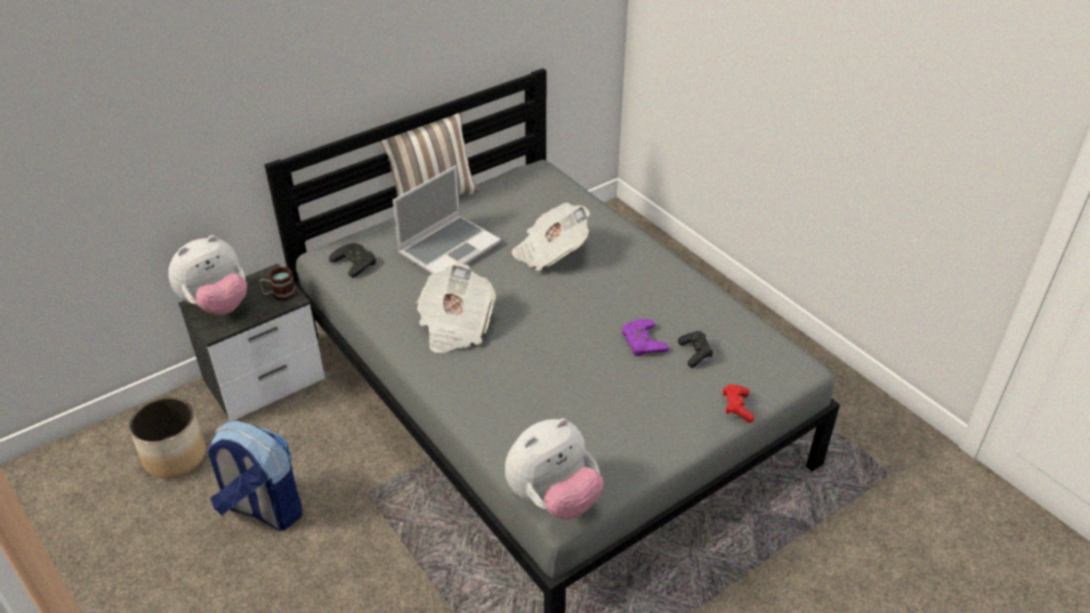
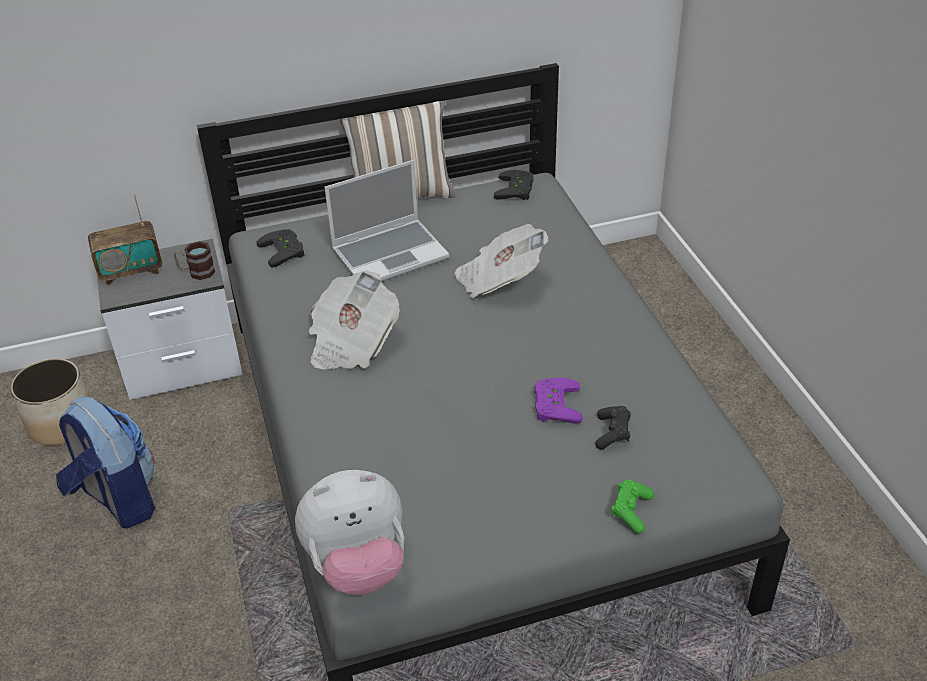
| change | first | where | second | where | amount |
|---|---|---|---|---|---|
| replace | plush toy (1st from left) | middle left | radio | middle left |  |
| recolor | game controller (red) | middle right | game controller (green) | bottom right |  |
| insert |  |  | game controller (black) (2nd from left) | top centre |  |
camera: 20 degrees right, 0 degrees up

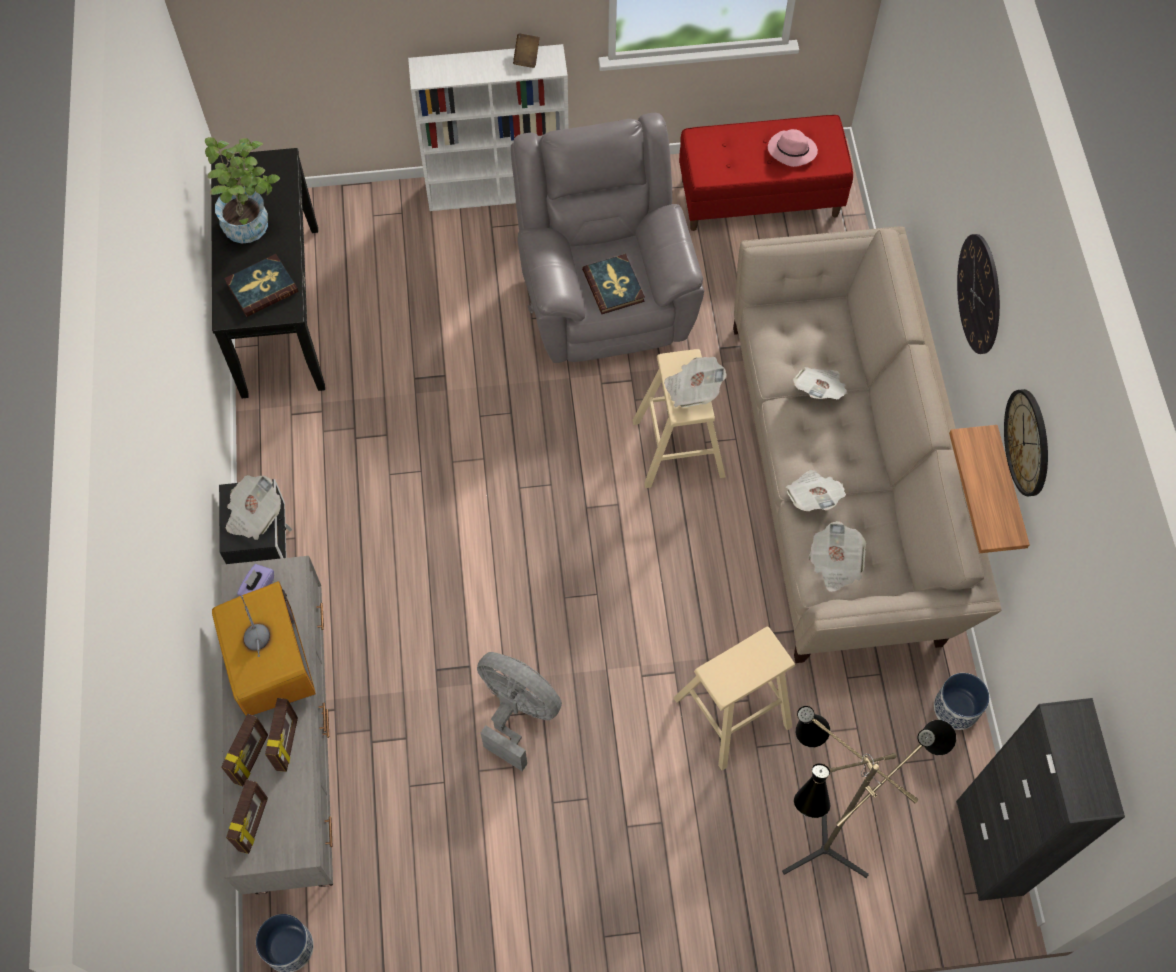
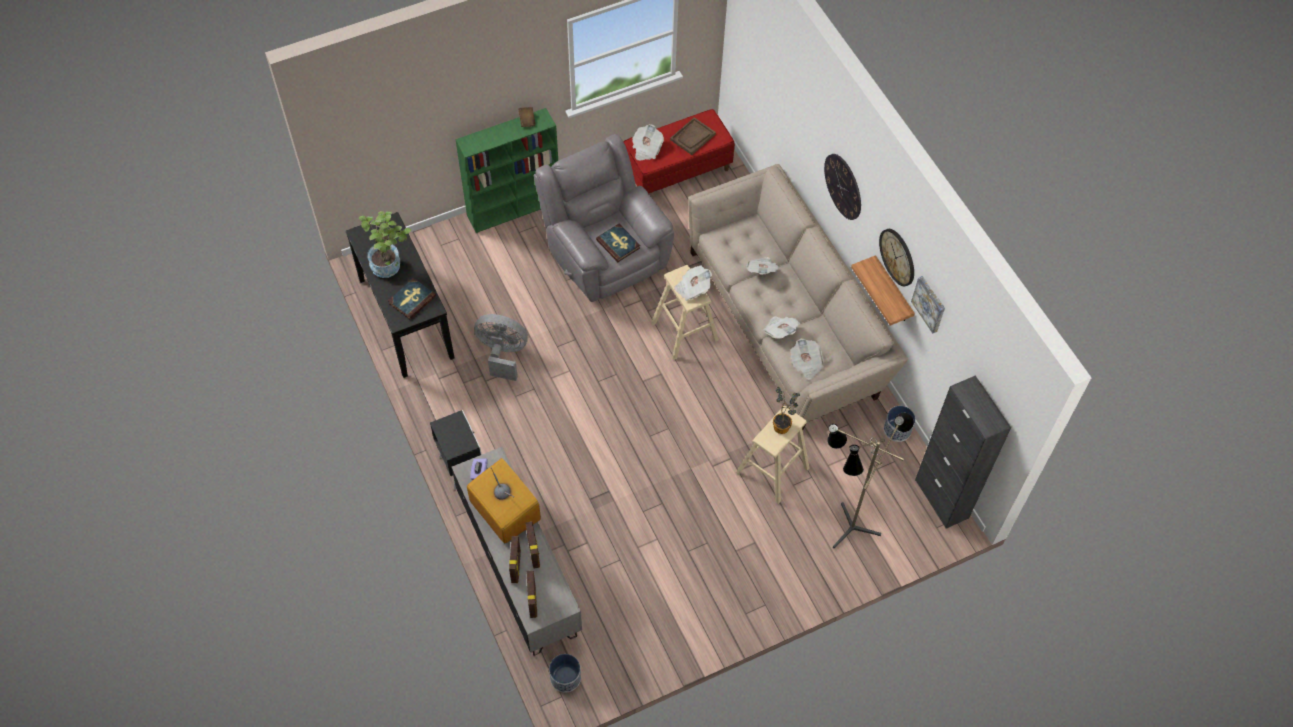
| change | first | where | second | where | amount |
|---|---|---|---|---|---|
| move | newspaper (1st from left) | middle left |  | top centre |  |
| recolor | bookcase (white) | top centre | bookcase (green) | top centre |  |
| move | fan (grey) | bottom centre |  | centre |  |
| replace | hat (pink) | top right | tray (brown) | top centre |  |
| insert |  |  | potted plant (2nd from left) | centre |  |
| insert |  |  | picture | middle right |  |
camera: 20 degrees left, 5 degrees down

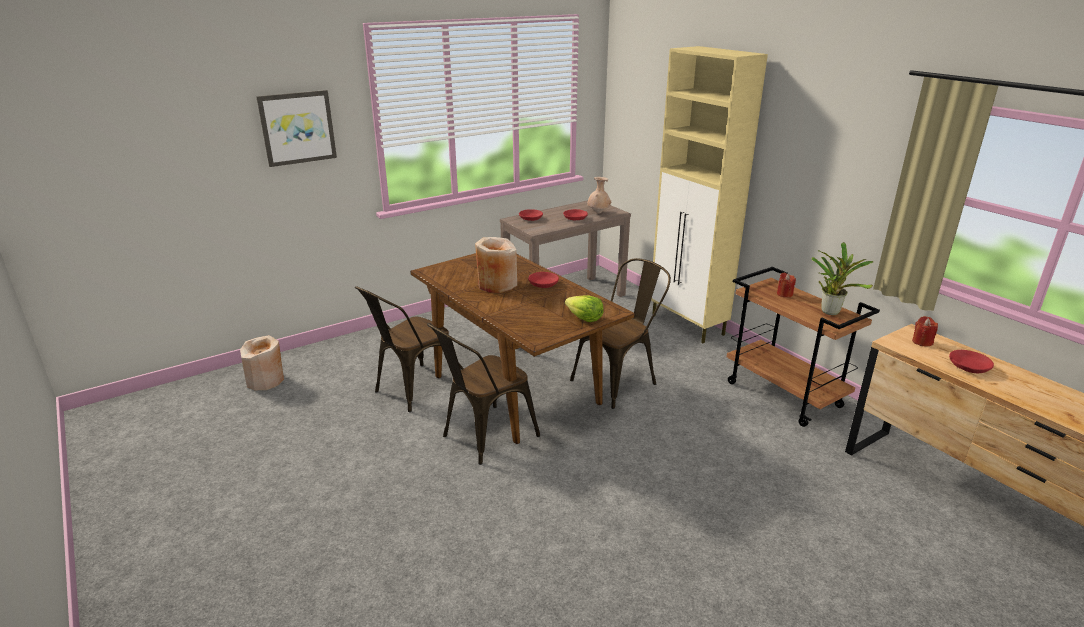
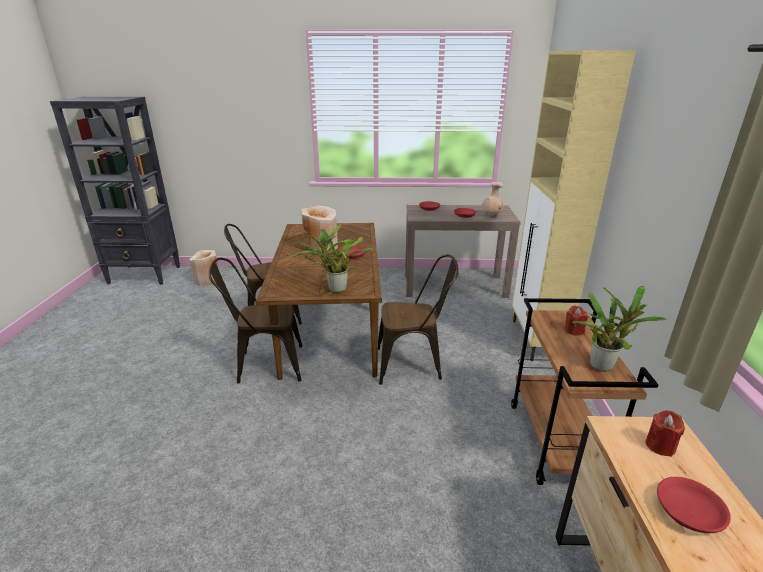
| change | first | where | second | where | amount |
|---|---|---|---|---|---|
| delete | picture | top left |  |  |  |
| replace | lettuce | centre | potted plant (1st from left) | centre |  |
| insert |  |  | bookcase (black) | middle left |  |
camera: 35 degrees right, 0 degrees up

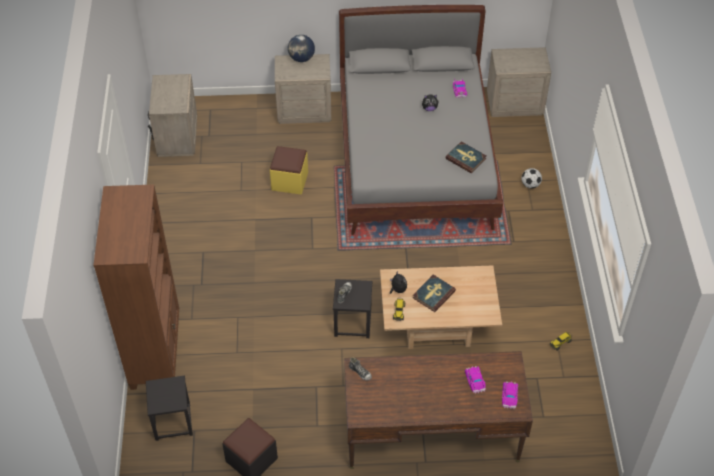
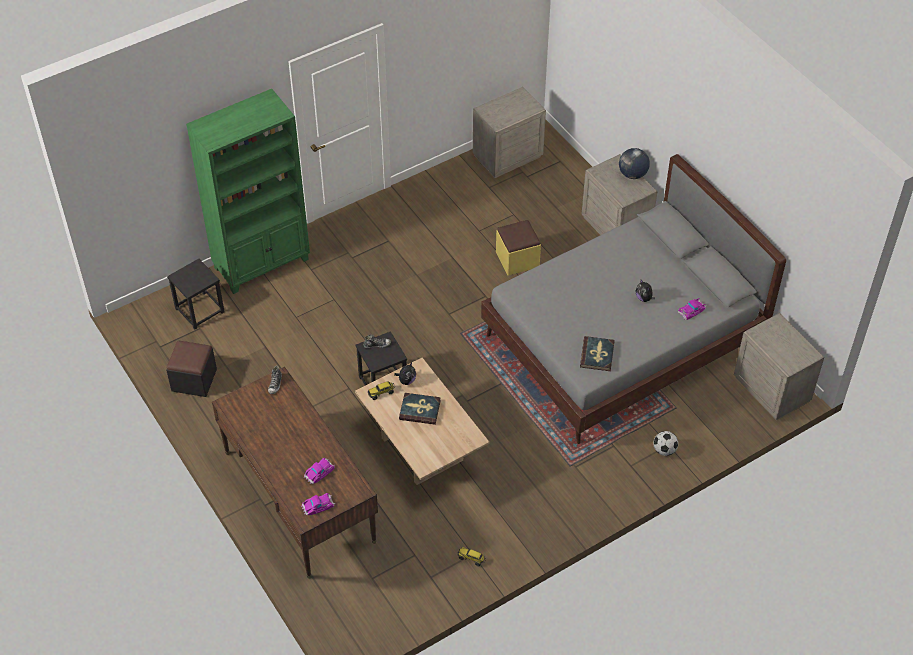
| change | first | where | second | where | amount |
|---|---|---|---|---|---|
| recolor | bookcase (brown) | middle left | bookcase (green) | top left |  |
camera: 60 degrees right, 0 degrees up

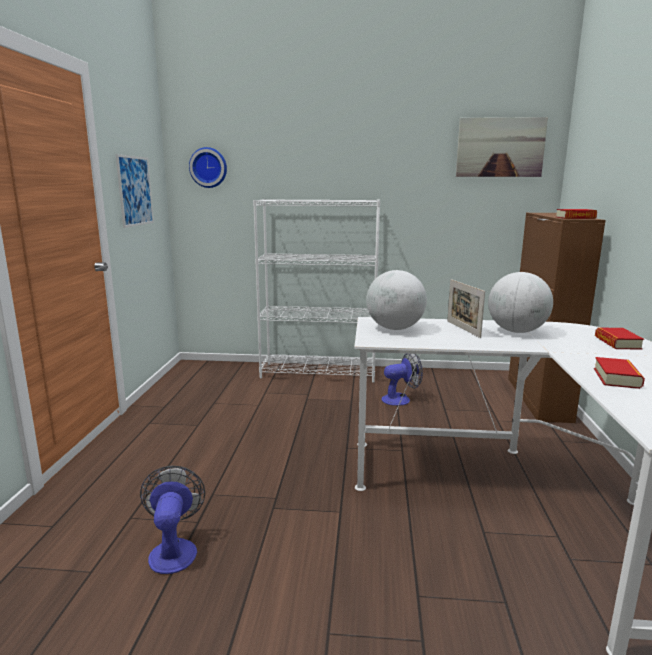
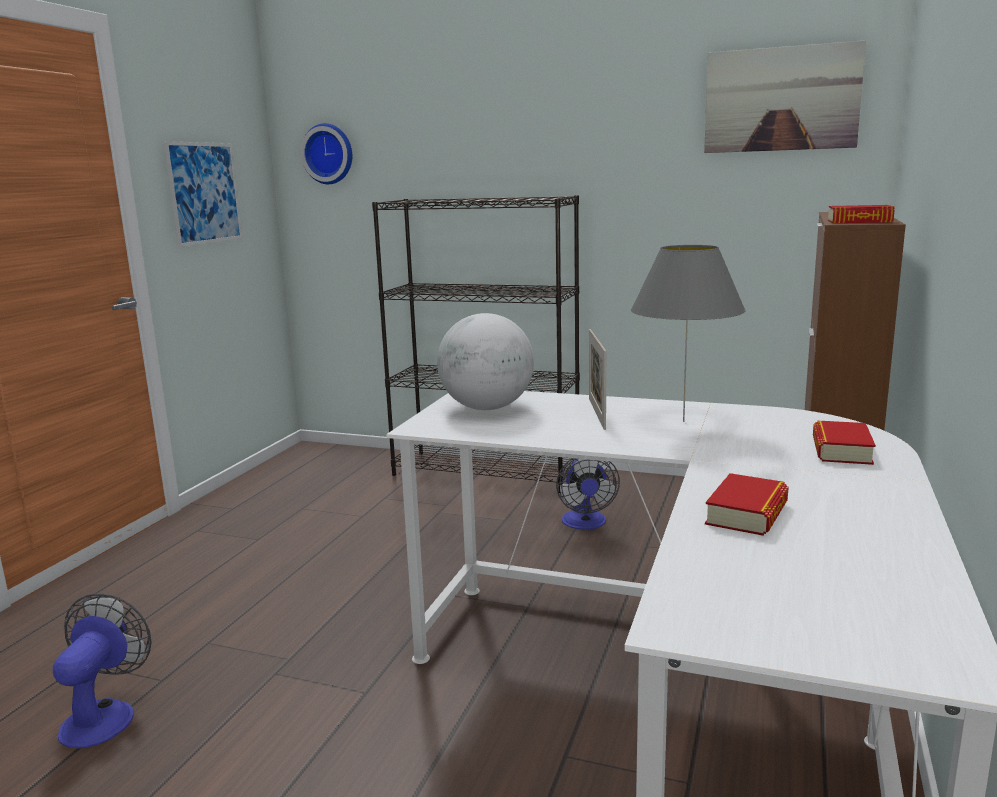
| change | first | where | second | where | amount |
|---|---|---|---|---|---|
| recolor | bookcase (white) | centre | bookcase (black) | centre |  |
| rotate | fan (2nd from left) | centre |  | centre | 90 degrees clockwise |
| replace | globe (2nd from left) | middle right | table lamp (grey) | middle right |  |
camera: 15 degrees right, 0 degrees up

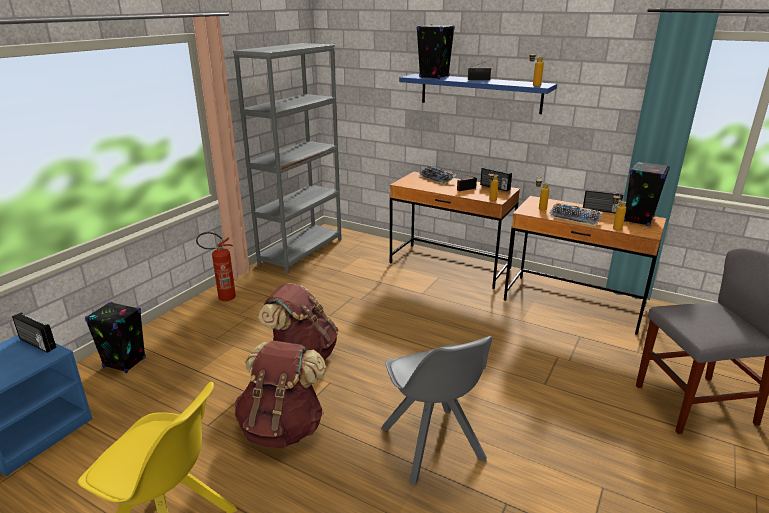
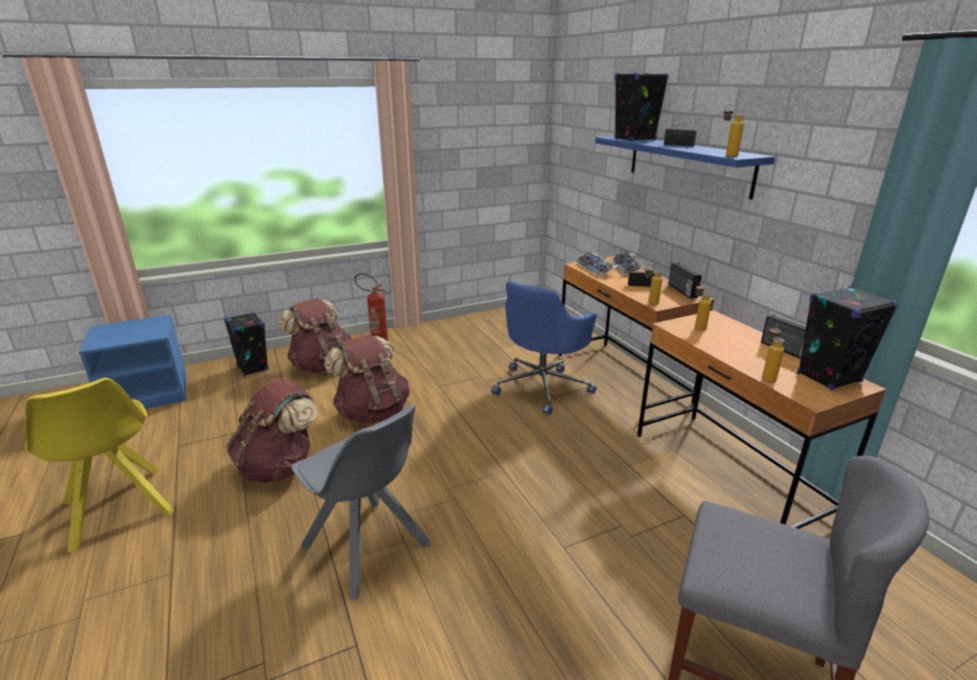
| change | first | where | second | where | amount |
|---|---|---|---|---|---|
| delete | radio (1st from left) | middle left |  |  |  |
| delete | bookcase (grey) | top centre |  |  |  |
| rotate | chair (grey) (1st from left) | bottom centre |  | bottom centre | 60 degrees counterclockwise |
| move | keyboard (2nd from left in the first image) | middle right | keyboard (1st from left) | centre |  |
| insert |  |  | backpack (brown) (2nd from left) | middle left |  |
| insert |  |  | office chair (blue) | centre |  |
camera: 35 degrees right, 0 degrees up

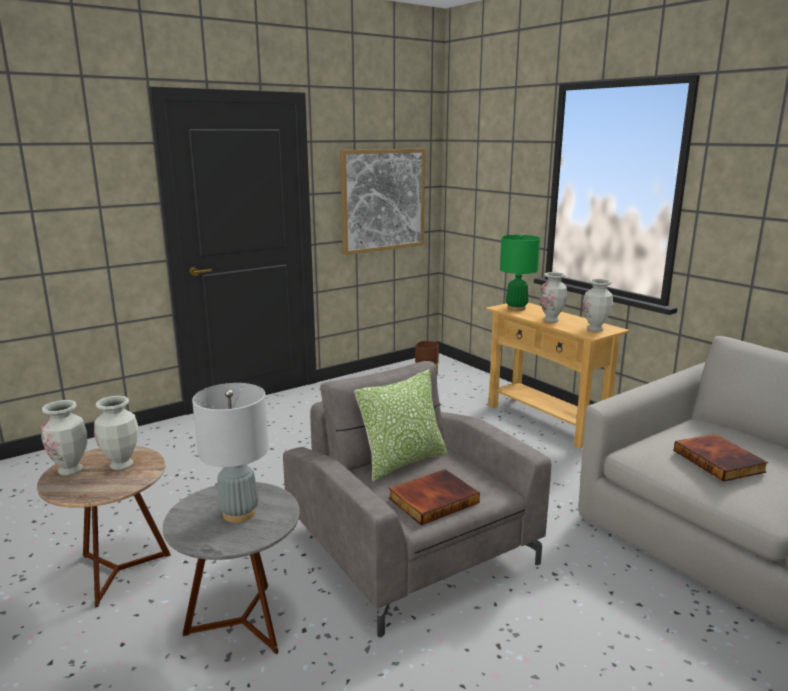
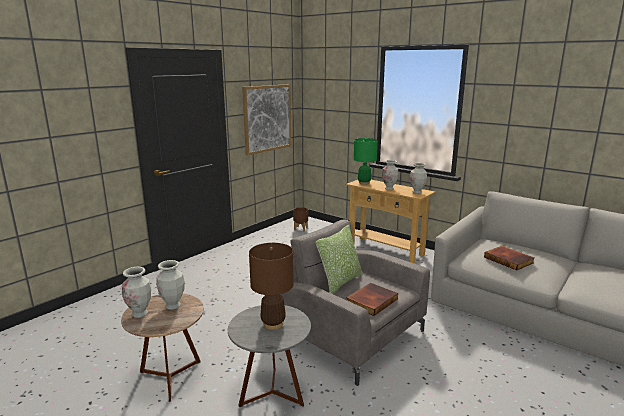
| change | first | where | second | where | amount |
|---|---|---|---|---|---|
| recolor | table lamp (grey) | middle left | table lamp (brown) | bottom centre |  |
camera: 15 degrees left, 0 degrees up

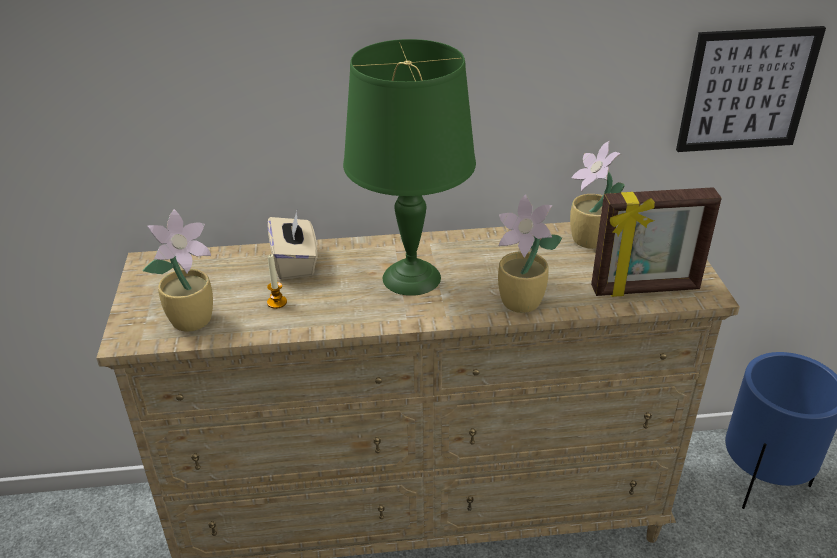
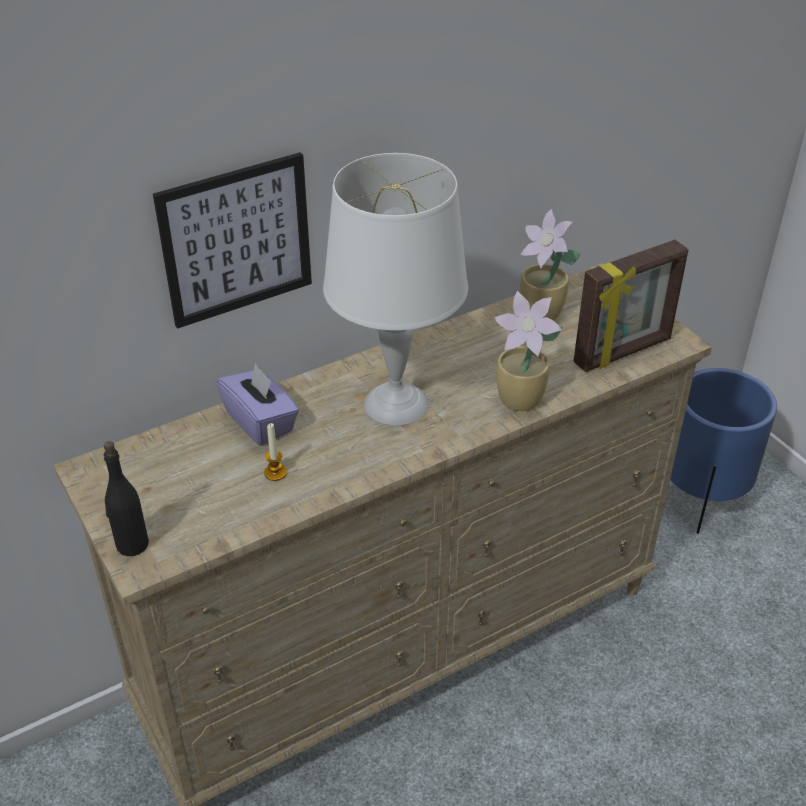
| change | first | where | second | where | amount |
|---|---|---|---|---|---|
| delete | potted plant (1st from left) | middle left |  |  |  |
| recolor | tissue box (beige) | centre | tissue box (purple) | middle left |  |
| recolor | table lamp (green) | top centre | table lamp (white) | centre |  |
| move | picture | top right |  | top left |  |
| insert |  |  | bottle (black) | middle left |  |
camera: 25 degrees left, 5 degrees up

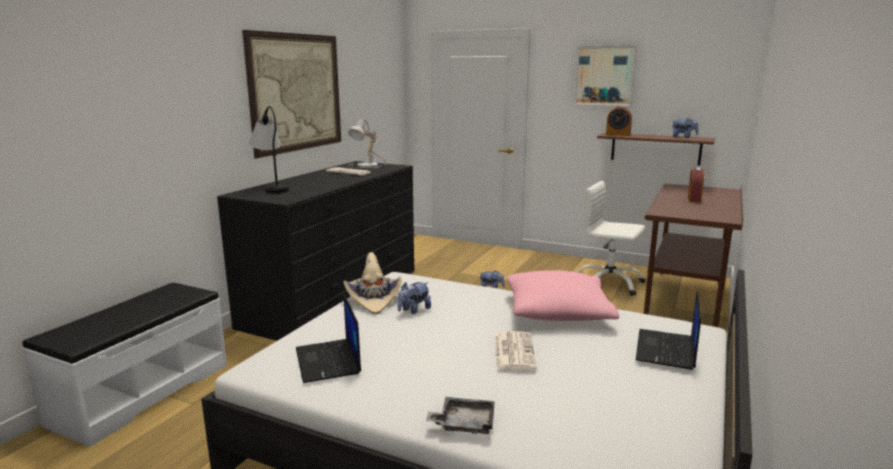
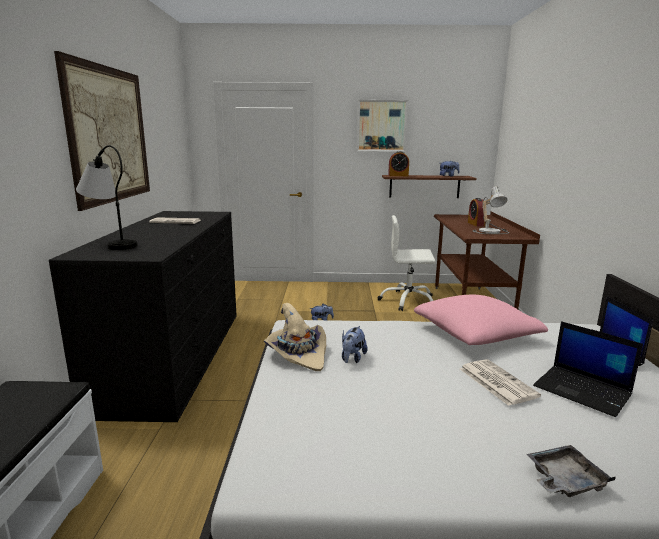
| change | first | where | second | where | amount |
|---|---|---|---|---|---|
| move | laptop (1st from left) | bottom centre |  | bottom right |  |
| move | table lamp (2nd from left) | top centre |  | middle right |  |
camera: 25 degrees left, 0 degrees up

